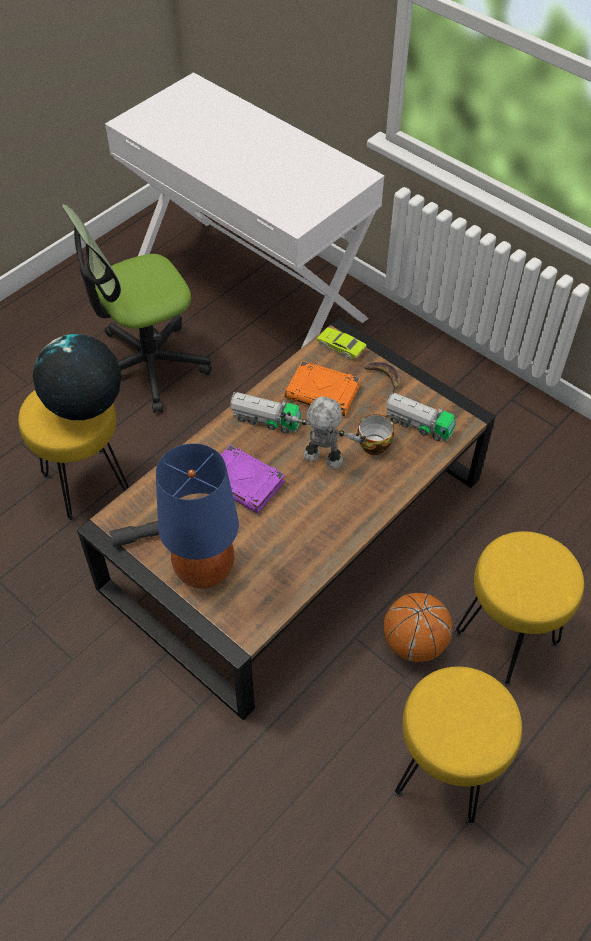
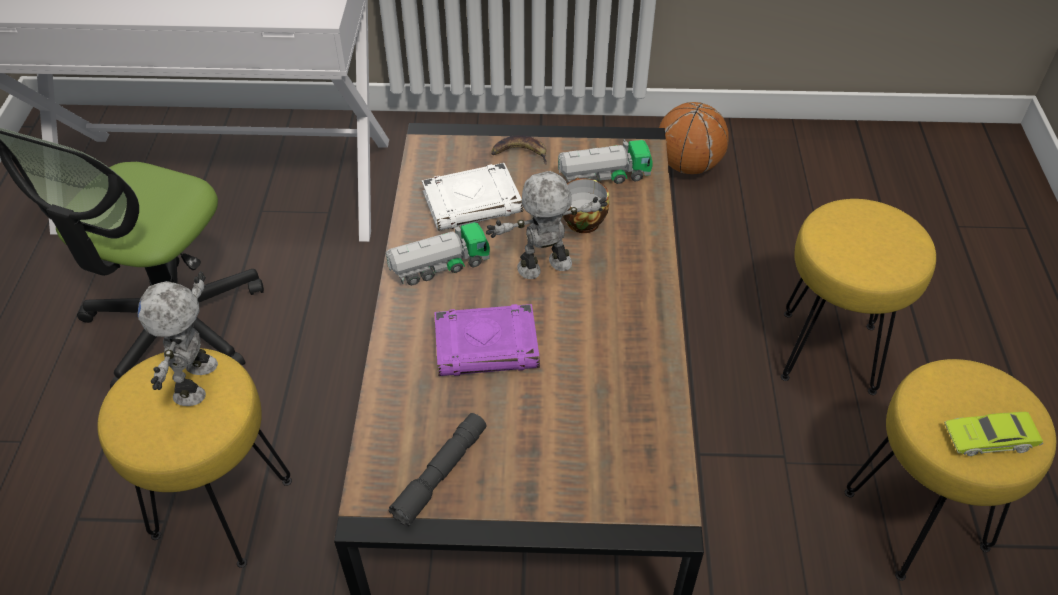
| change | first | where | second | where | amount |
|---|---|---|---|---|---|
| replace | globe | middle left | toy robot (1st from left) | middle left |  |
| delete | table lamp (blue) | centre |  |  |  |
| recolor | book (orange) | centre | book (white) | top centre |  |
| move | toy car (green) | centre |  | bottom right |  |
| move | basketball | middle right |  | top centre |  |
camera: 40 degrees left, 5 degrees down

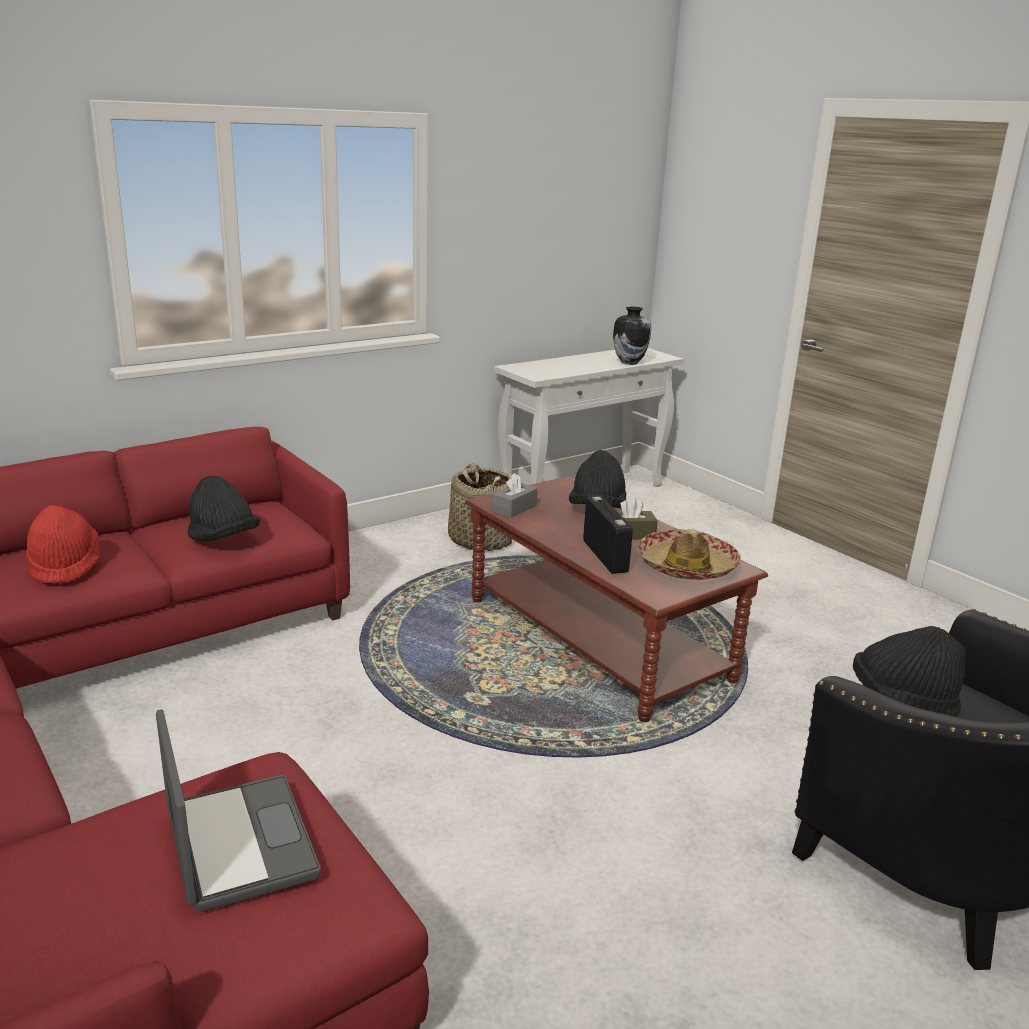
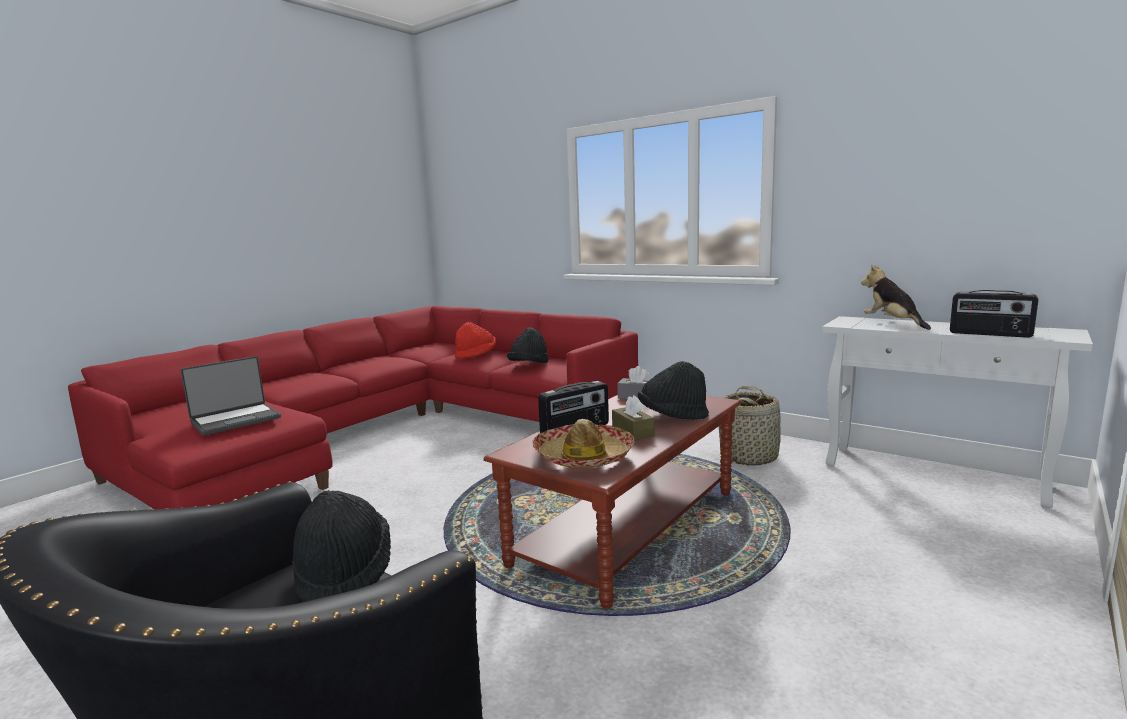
| change | first | where | second | where | amount |
|---|---|---|---|---|---|
| replace | vase | top centre | radio (2nd from left) | middle right |  |
| insert |  |  | plush toy | middle right |  |
camera: 75 degrees right, 10 degrees down

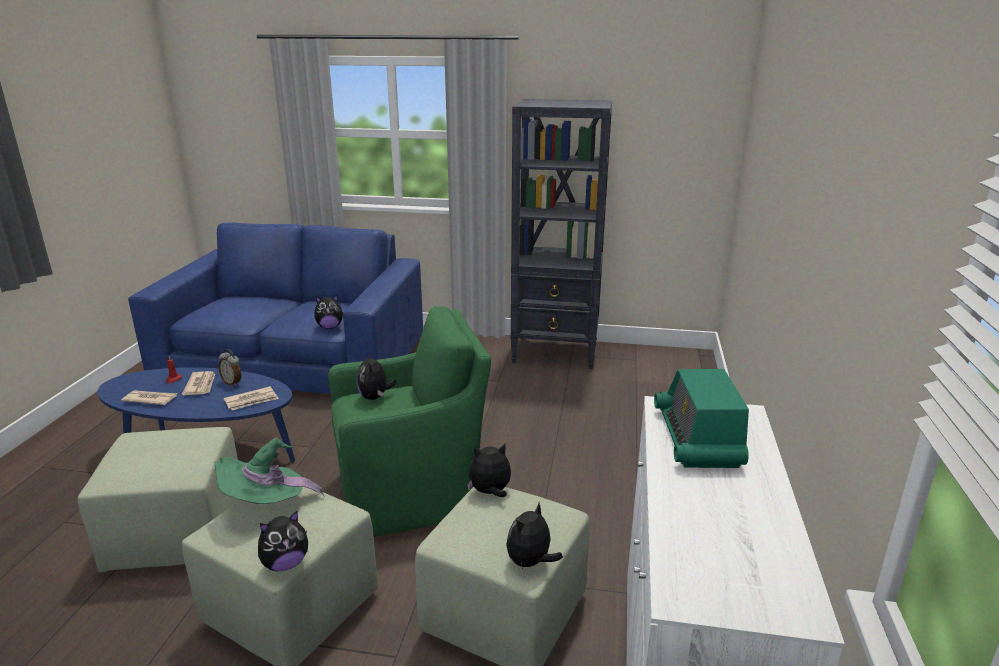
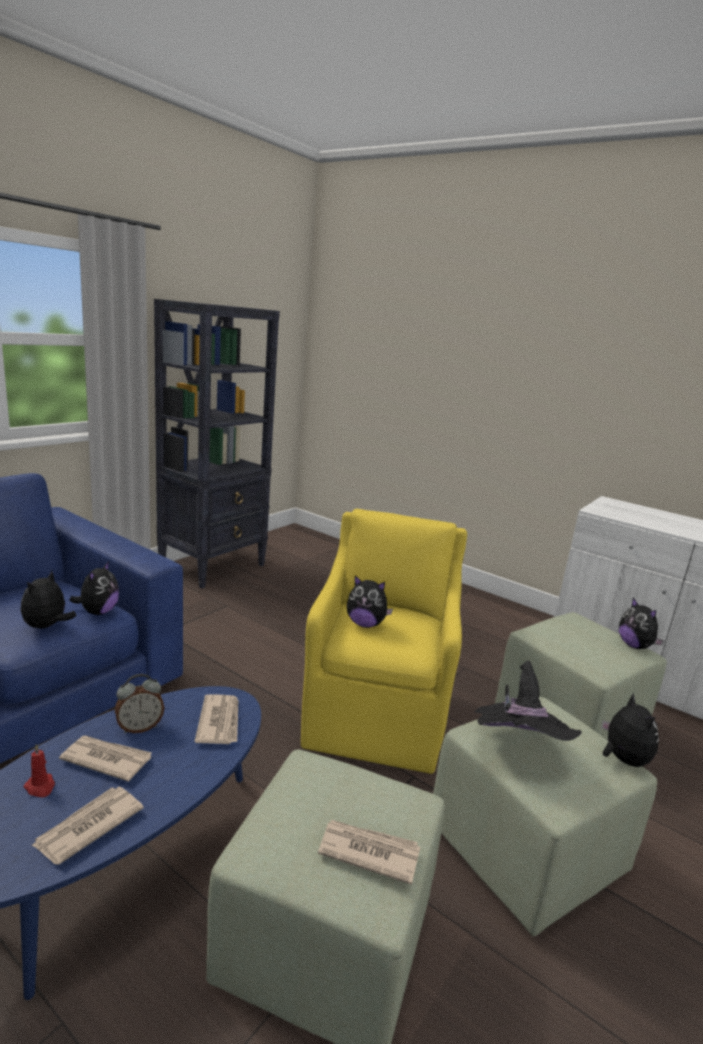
| change | first | where | second | where | amount |
|---|---|---|---|---|---|
| recolor | hat (green) | bottom left | hat (black) | bottom right |  |
| recolor | armchair (green) | centre | armchair (yellow) | centre |  |
| move | plush toy (4th from left in the first image) | bottom centre | plush toy (1st from left) | middle left |  |
| delete | radio | middle right |  |  |  |
| insert |  |  | newspaper (4th from left) | bottom centre |  |
camera: 65 degrees left, 5 degrees down

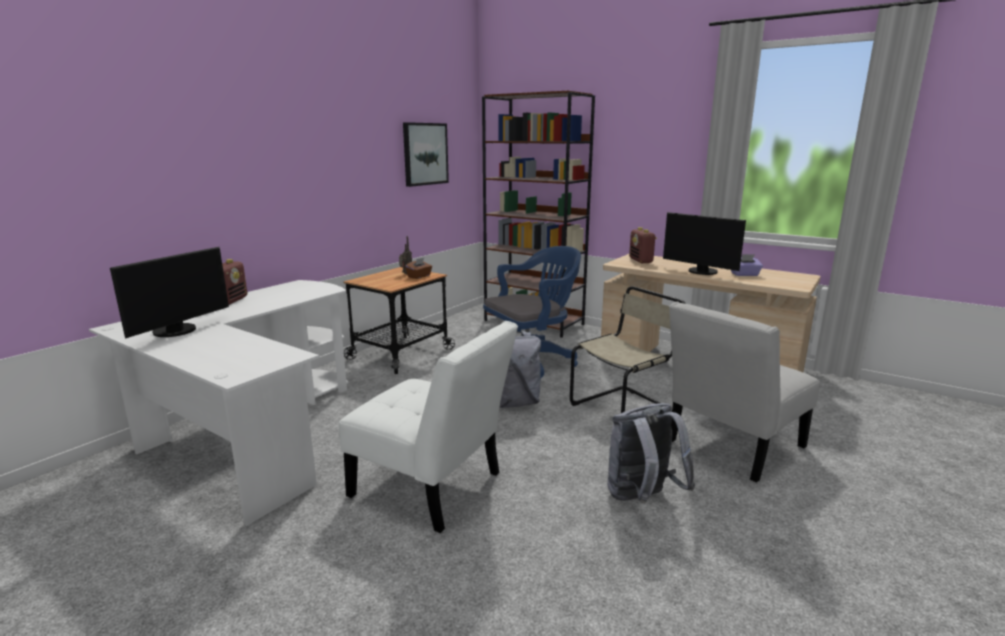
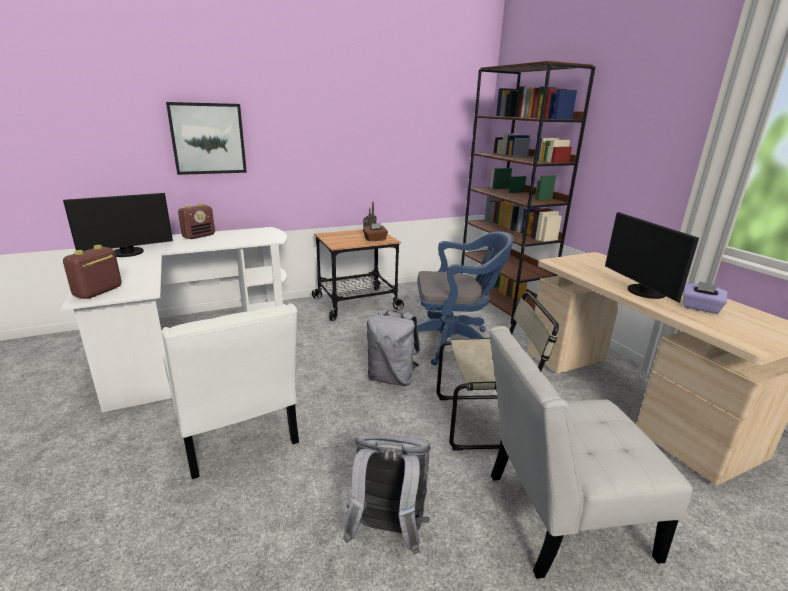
| change | first | where | second | where | amount |
|---|---|---|---|---|---|
| move | picture | top centre |  | top left |  |
| move | radio (3rd from left in the first image) | centre | radio (1st from left) | middle left |  |
camera: 30 degrees right, 5 degrees up

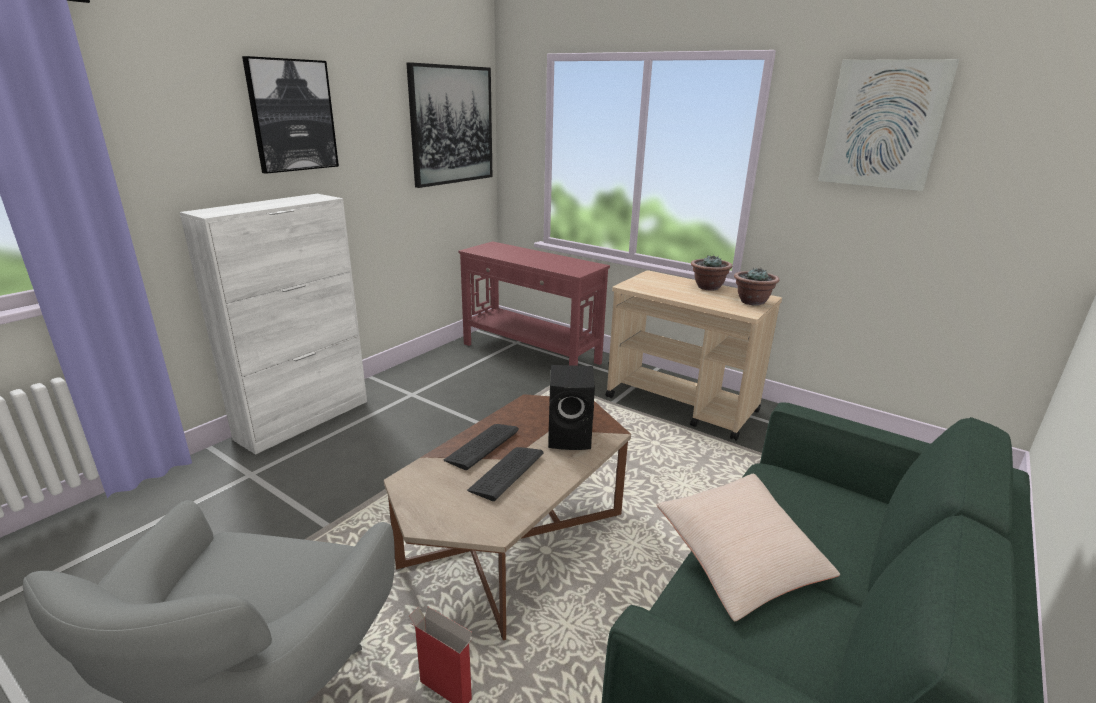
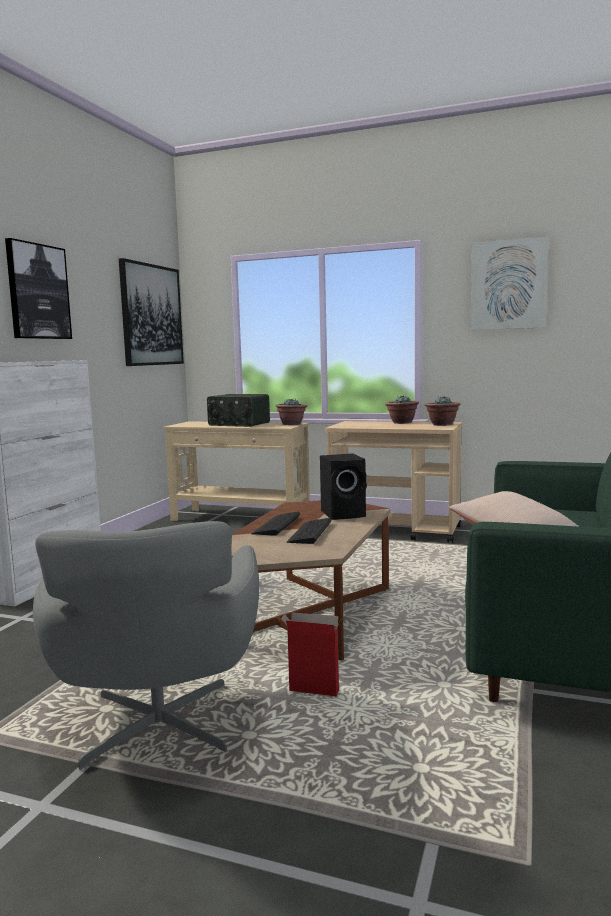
| change | first | where | second | where | amount |
|---|---|---|---|---|---|
| recolor | console table (red) | centre | console table (beige) | centre |  |
| insert |  |  | radio | centre |  |
| insert |  |  | potted plant (1st from left) | centre |  |
camera: 15 degrees left, 15 degrees down

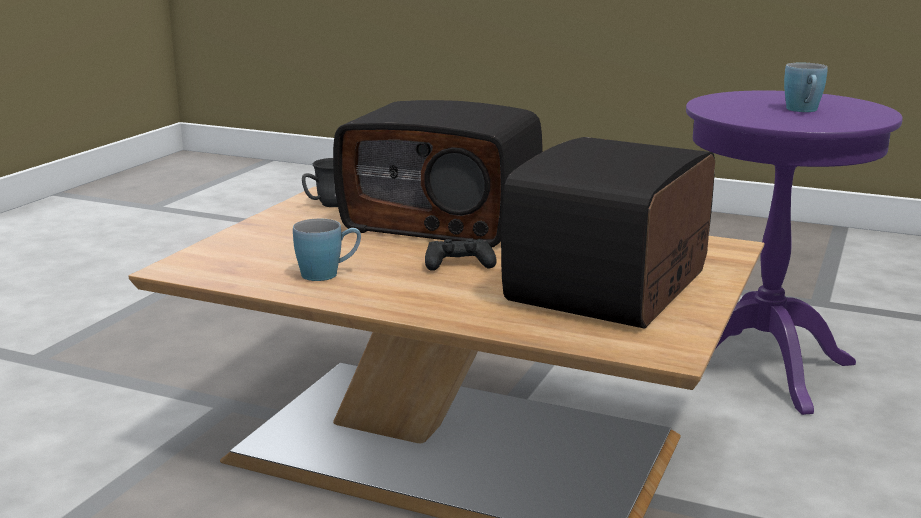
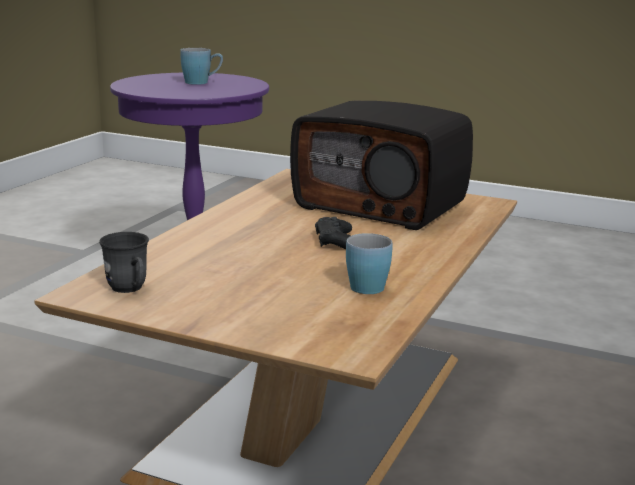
| change | first | where | second | where | amount |
|---|---|---|---|---|---|
| delete | radio (1st from left) | centre |  |  |  |
camera: 90 degrees left, 0 degrees up

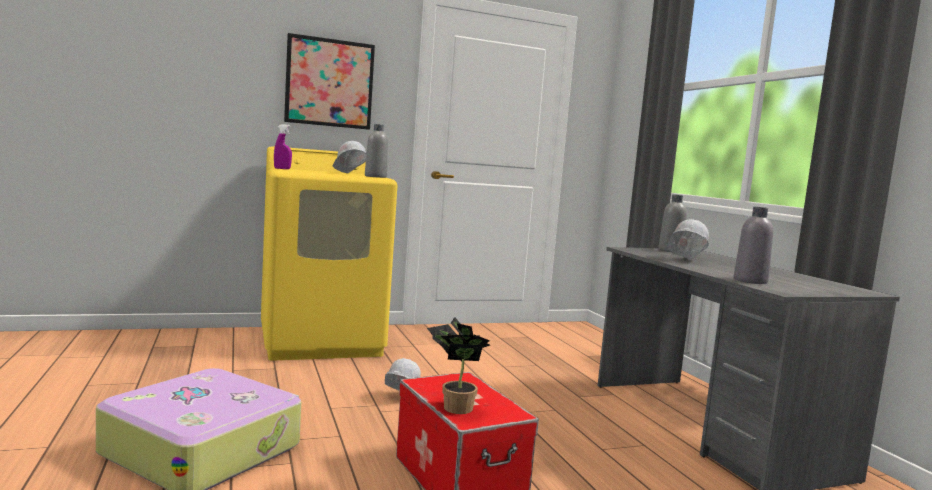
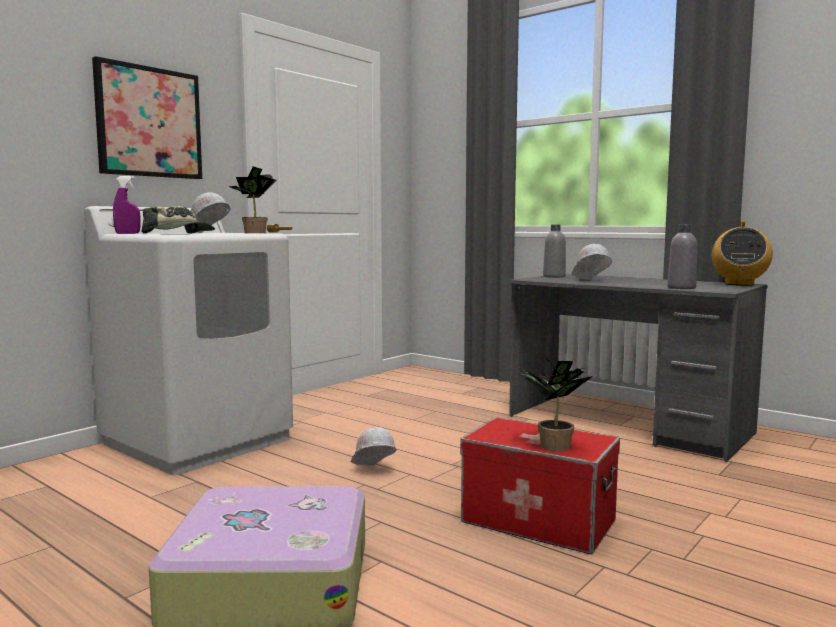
| change | first | where | second | where | amount |
|---|---|---|---|---|---|
| recolor | washing machine (yellow) | centre | washing machine (white) | middle left |  |
| replace | bottle (grey) (1st from left) | top centre | potted plant (1st from left) | top left |  |
| insert |  |  | cap | middle left |  |
| insert |  |  | radio | middle right |  |
camera: 30 degrees left, 0 degrees up

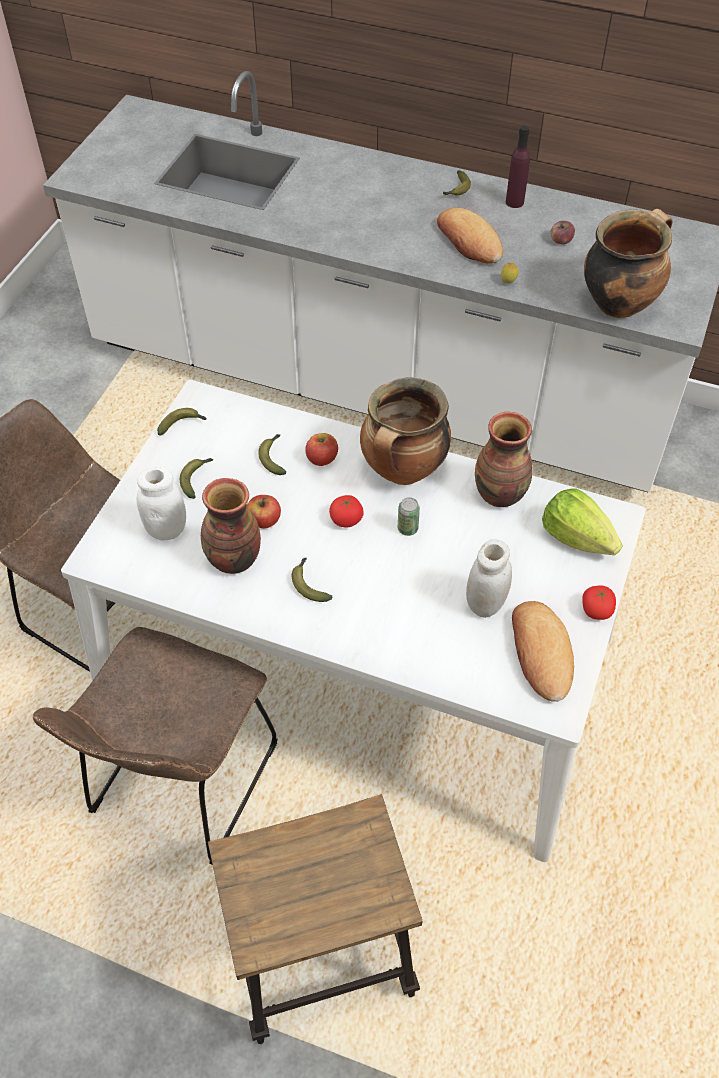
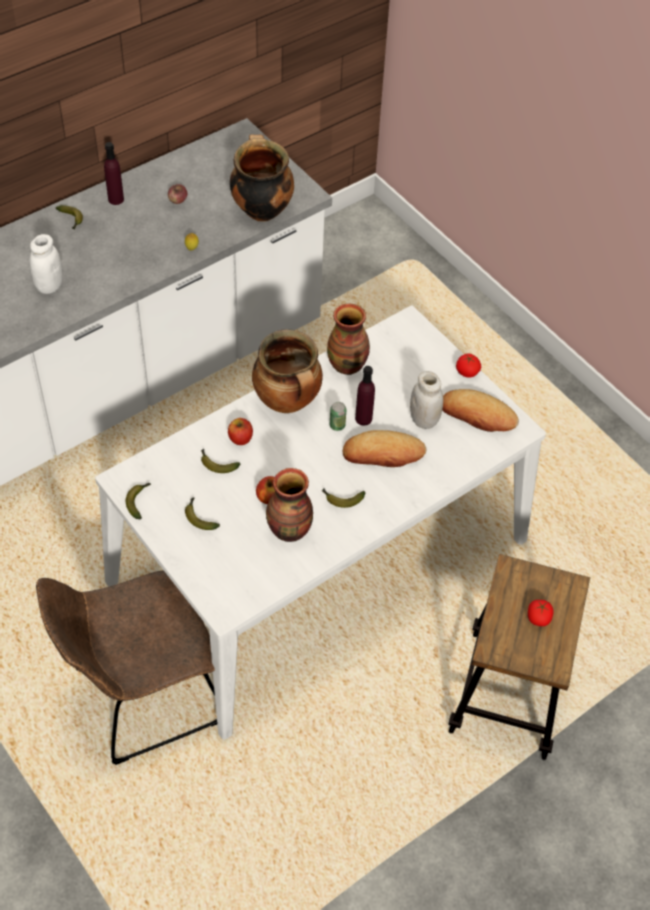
| change | first | where | second | where | amount |
|---|---|---|---|---|---|
| delete | chair (brown) (2nd from left) | bottom left |  |  |  |
| move | jar (white) (1st from left) | middle left |  | top left |  |
| move | tomato (1st from left in the first image) | centre | tomato (2nd from left) | bottom right |  |
| move | bread (1st from left) | top centre |  | centre |  |
| delete | lettuce | middle right |  |  |  |
| insert |  |  | bottle (purple) (2nd from left) | centre |  |
camera: 60 degrees left, 0 degrees up

